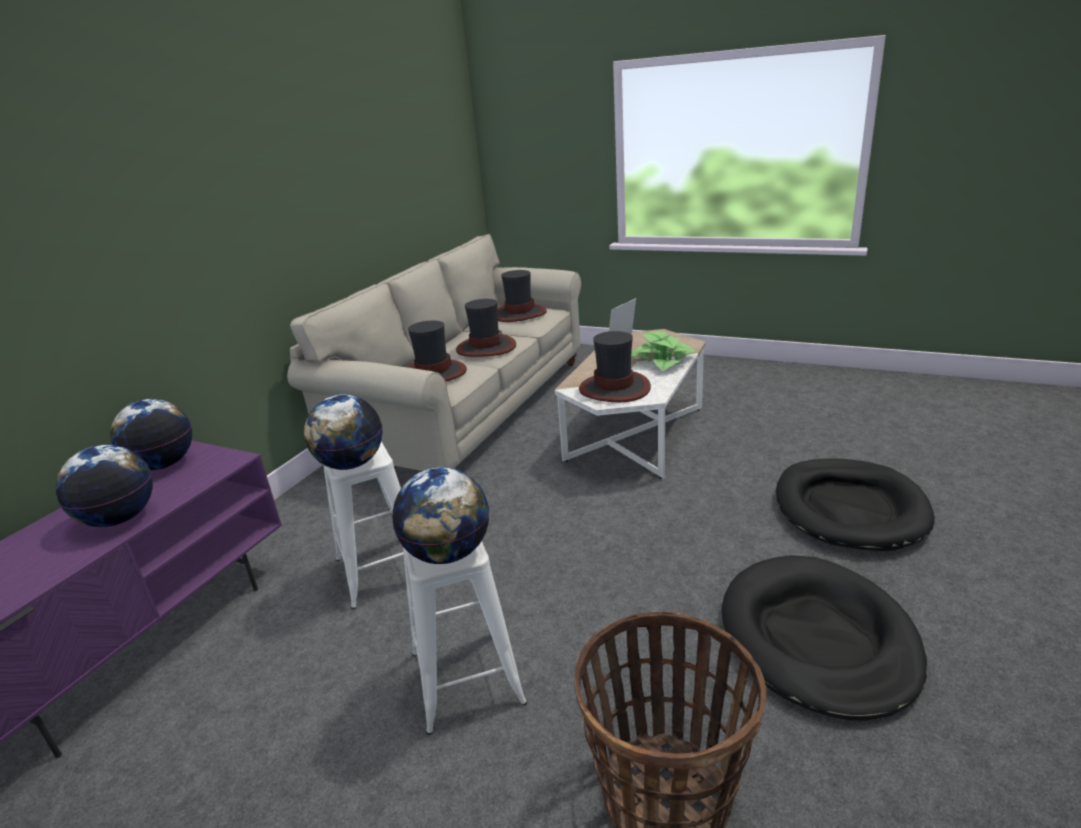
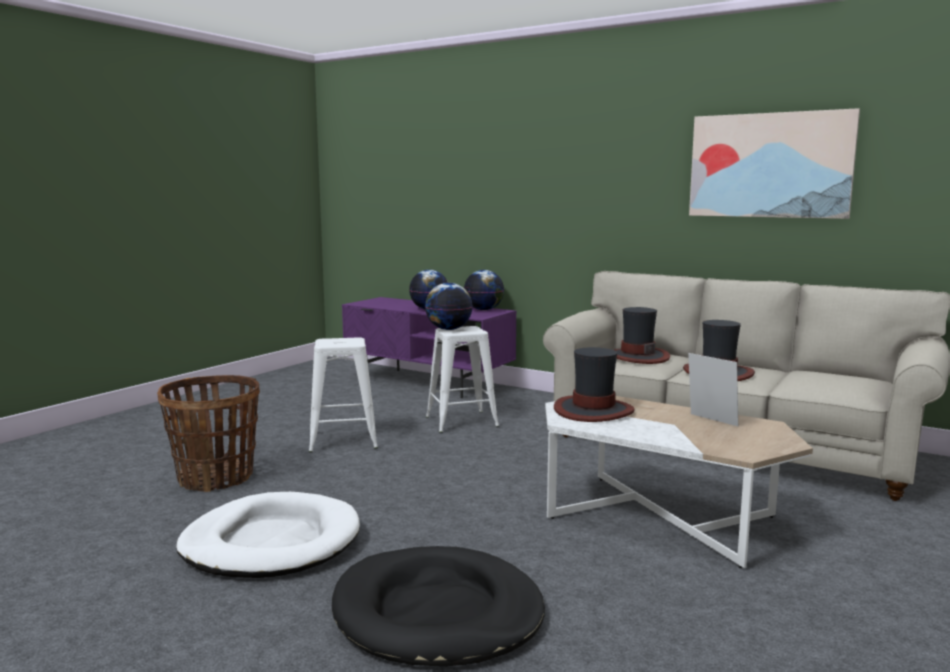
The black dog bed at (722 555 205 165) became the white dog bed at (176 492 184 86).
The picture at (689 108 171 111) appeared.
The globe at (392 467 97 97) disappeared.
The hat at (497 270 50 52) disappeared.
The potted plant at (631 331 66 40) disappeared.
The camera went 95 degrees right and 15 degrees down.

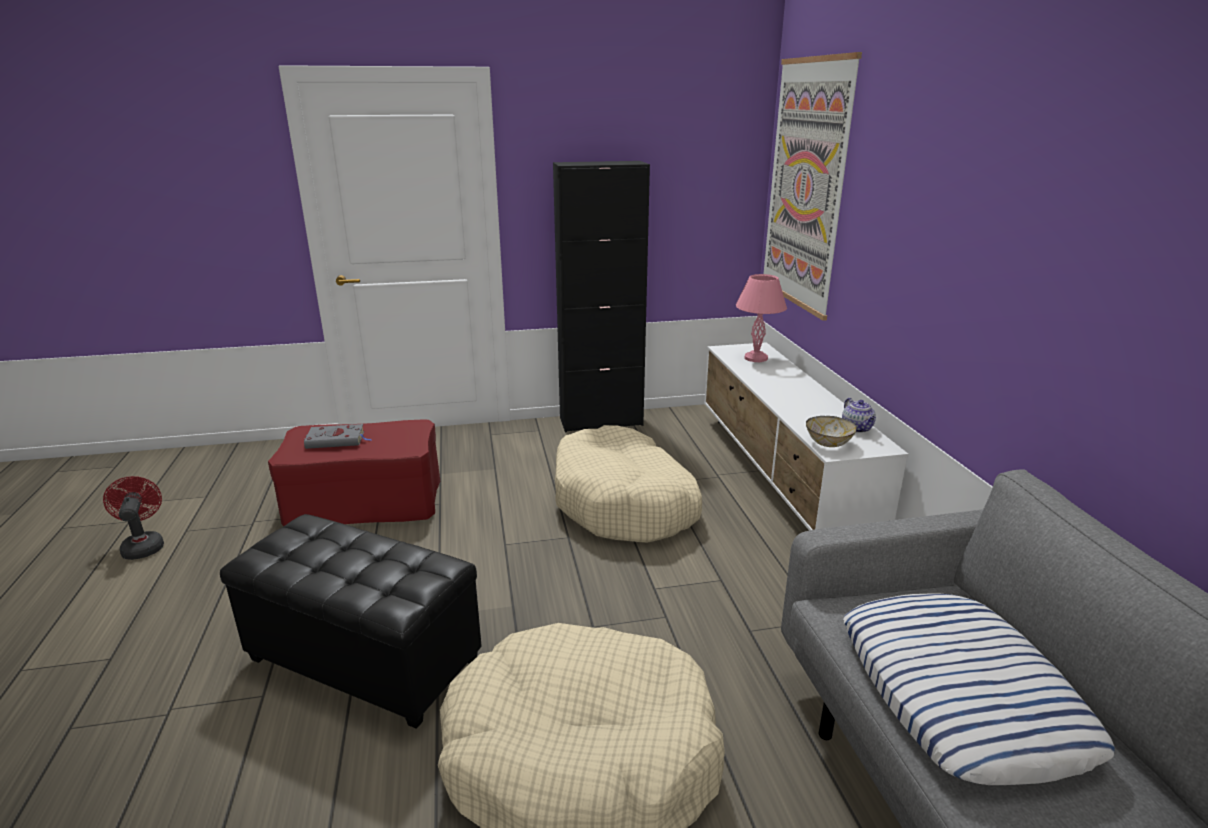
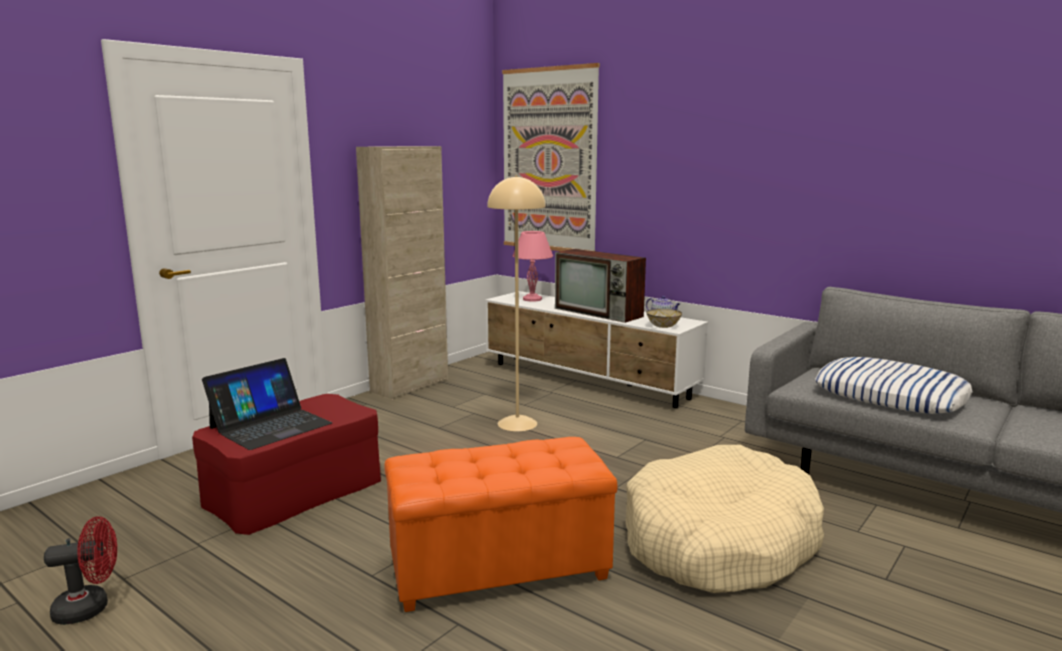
The red fan at (103 476 61 84) turned 135 degrees clockwise.
The grey book at (304 424 67 25) was replaced by the laptop at (202 358 130 92).
The black cabinet at (553 161 97 271) became the beige cabinet at (356 146 92 253).
The black ottoman at (220 514 262 215) became the orange ottoman at (384 437 234 175).
The beige dog bed at (555 425 147 118) was replaced by the beige floor lamp at (487 175 59 256).
The television at (555 249 91 74) appeared.
The camera went 40 degrees left and 10 degrees down.

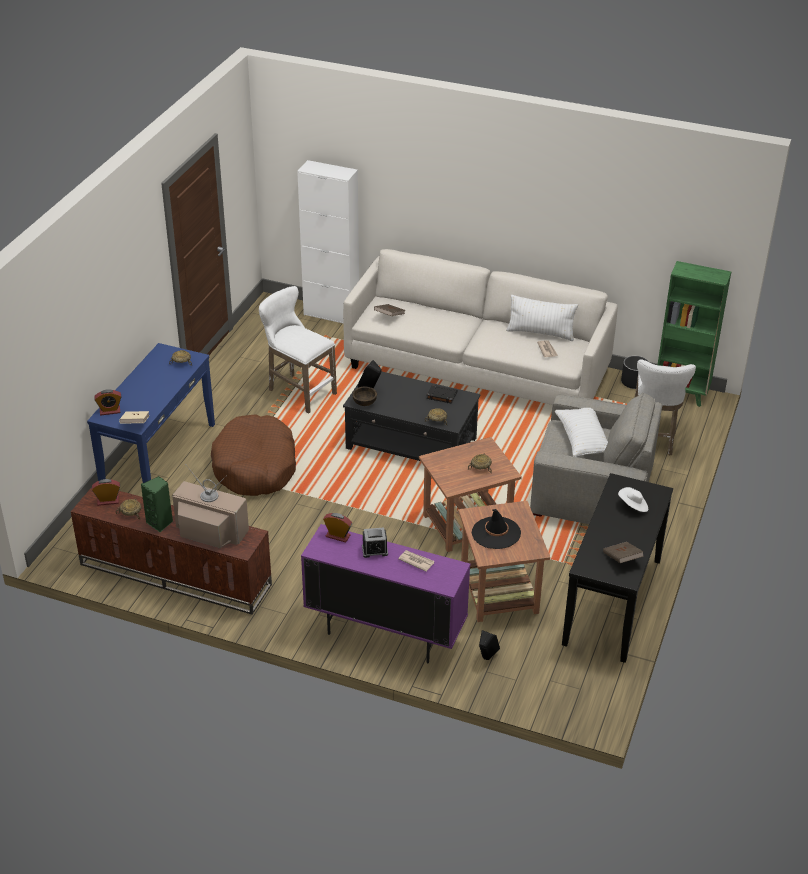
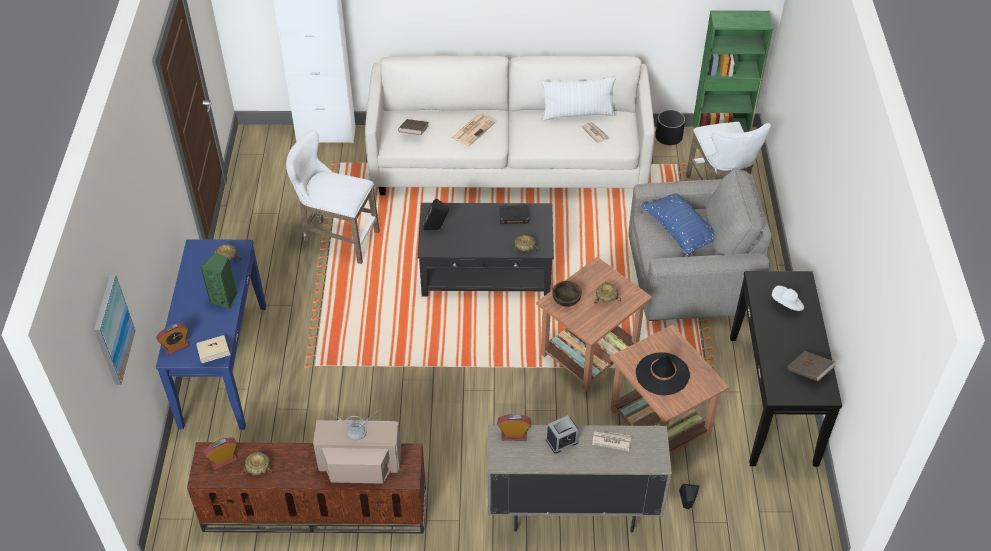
The picture at (94 274 42 111) appeared.
The green speaker moved from (141 476 32 57) to (200 253 37 57).
The newspaper at (452 114 43 32) appeared.
The purple cabinet at (301 524 170 139) became the beige cabinet at (487 425 185 107).
The brown bowl moved from (352 387 25 19) to (552 281 30 26).
The white pillow at (555 408 53 49) became the blue pillow at (641 193 73 64).
The brown dog bed at (211 414 85 82) disappeared.
The camera went 20 degrees left and 10 degrees up.

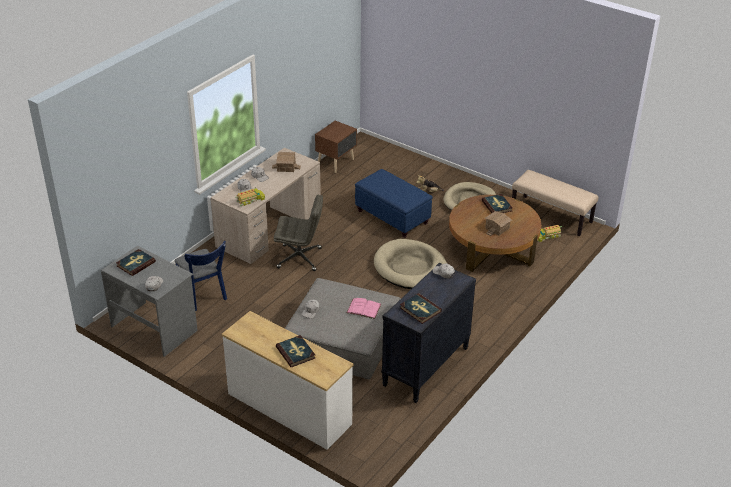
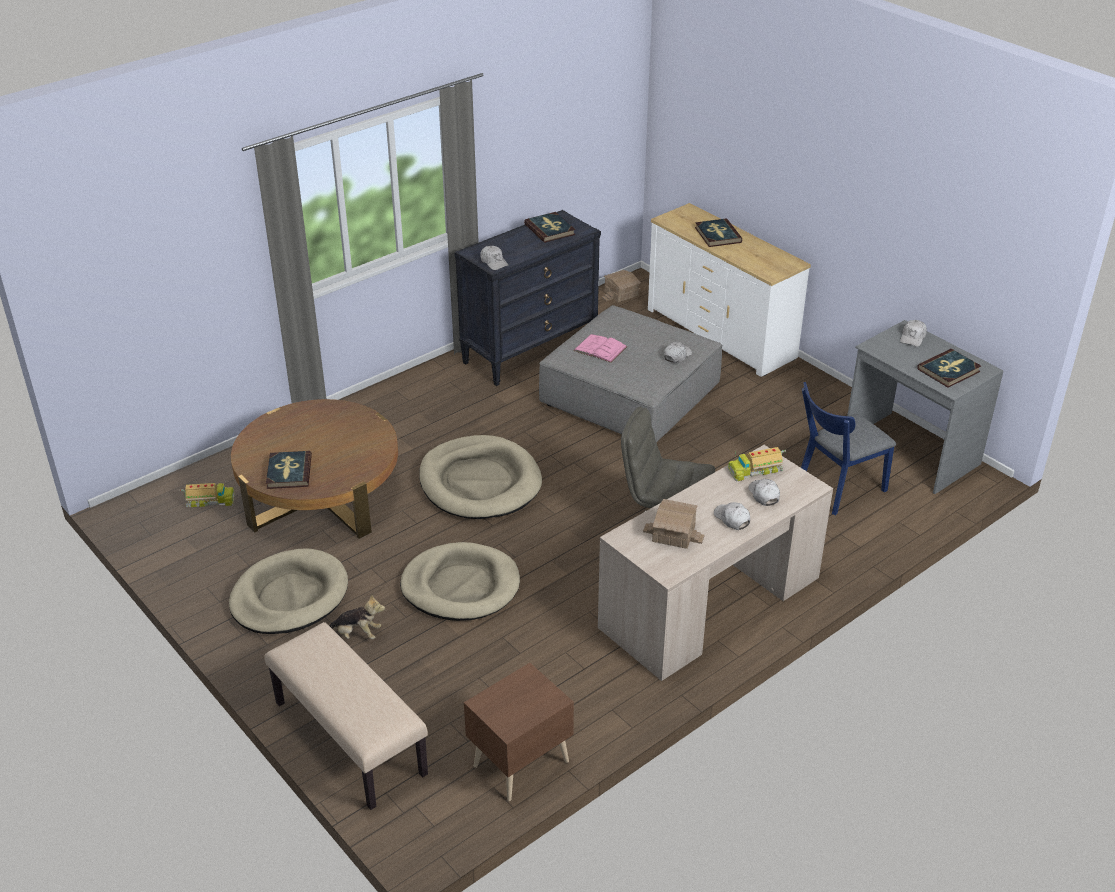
The beige bench moved from (512 170 86 66) to (264 622 164 188).
The blue ottoman at (355 169 78 69) was replaced by the beige dog bed at (400 542 120 79).
The toy house moved from (485 211 27 25) to (602 270 39 32).
The blue chair at (175 241 52 70) turned 105 degrees counterclockwise.
The camera went 165 degrees left and 0 degrees up.

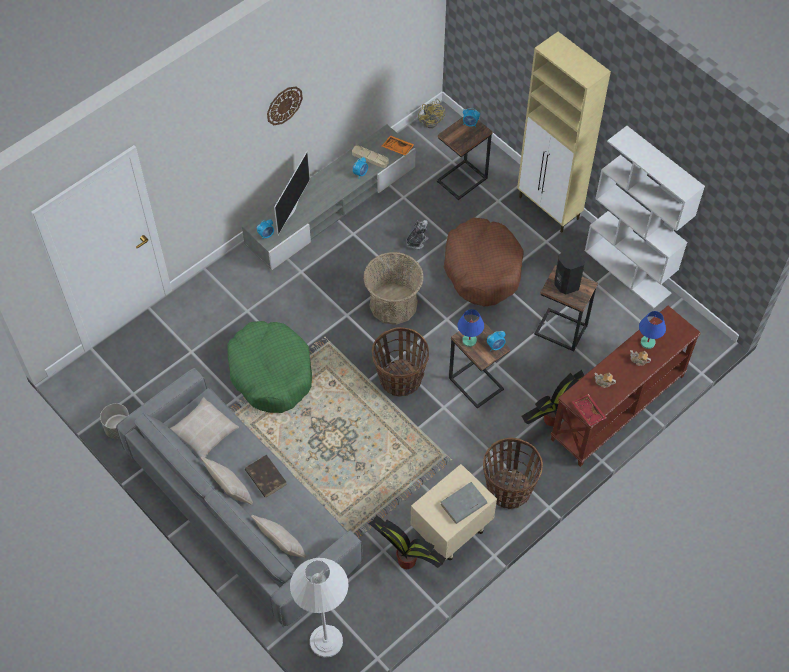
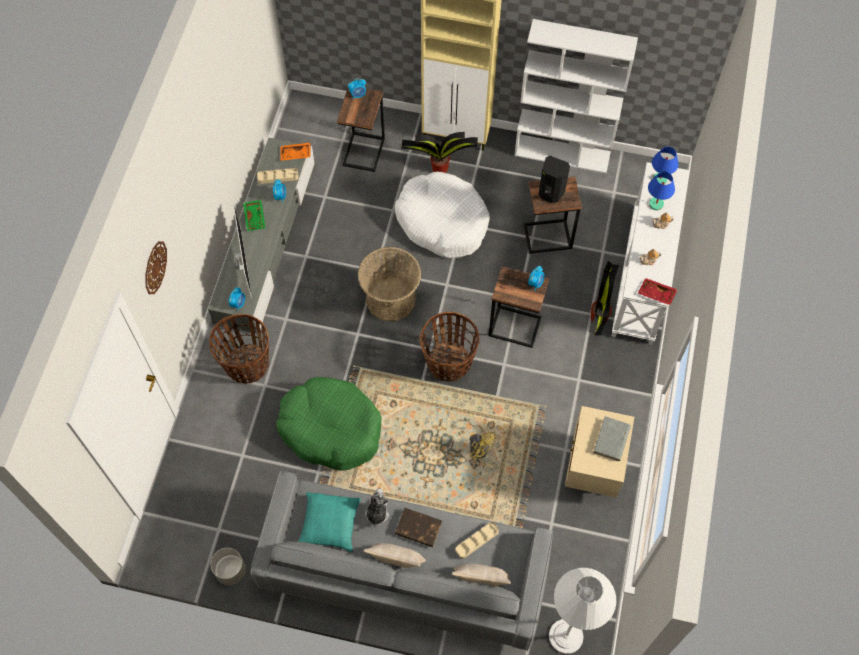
The wall clock moved from (267 86 36 39) to (145 241 22 53).
The basket moved from (483 438 60 71) to (209 314 60 70).
The green tray at (243 200 22 31) appeared.
The beige pillow at (170 397 69 63) became the turquoise pillow at (298 492 63 60).
The plush toy moved from (406 220 23 29) to (365 488 24 40).
The brown dog bed at (444 217 80 89) became the white dog bed at (395 172 95 86).
The potted plant moved from (368 515 78 54) to (401 132 77 41).
The beige tray at (455 522 44 37) appeared.
The yellow fan moved from (418 98 27 30) to (468 418 28 43).
The brown console table at (551 306 150 161) became the white console table at (611 162 79 183).
The blue table lamp moved from (458 309 26 38) to (652 146 27 39).
The camera went 35 degrees left and 5 degrees up.

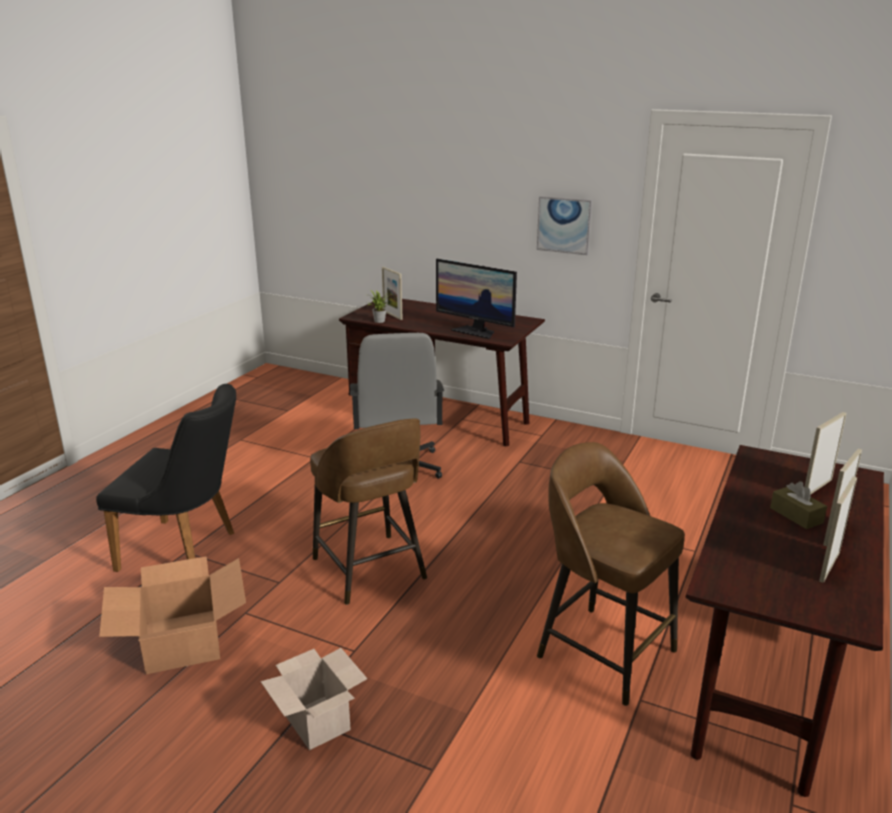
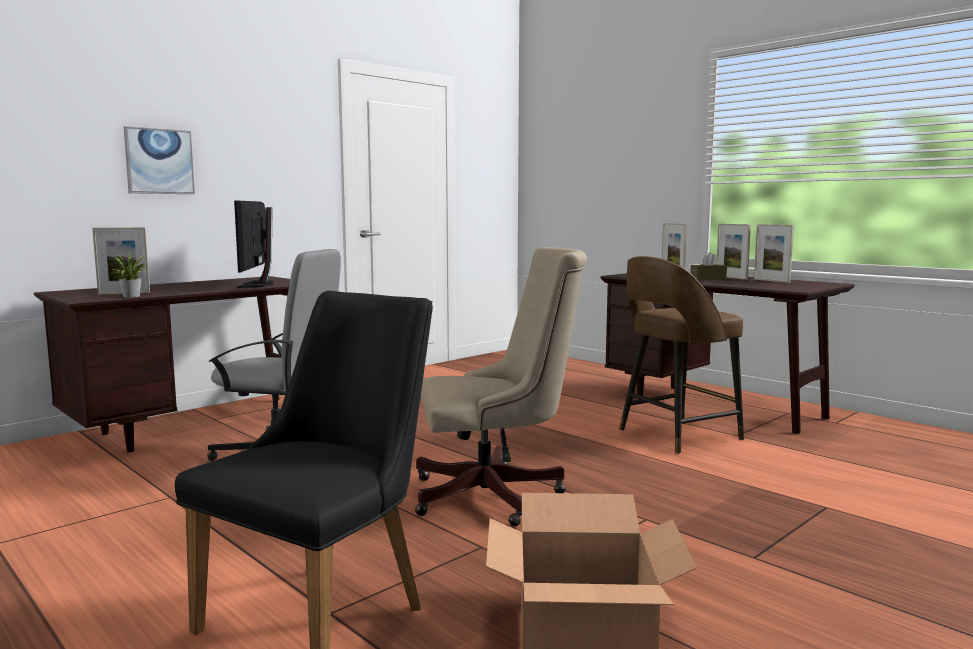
The picture moved from (537 196 55 59) to (124 126 71 68).
The monitor at (436 259 81 80) turned 120 degrees clockwise.
The brown stool at (310 419 117 186) was replaced by the beige office chair at (415 247 172 279).
The cardboard box at (261 648 106 102) disappeared.
The camera went 70 degrees left and 15 degrees down.

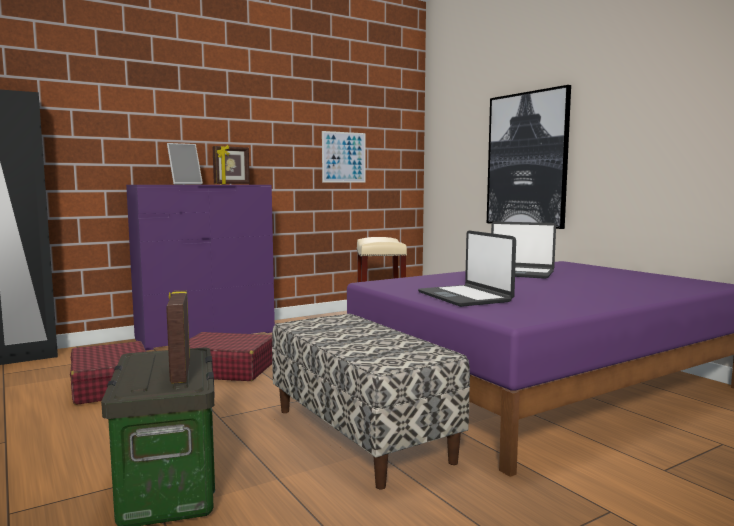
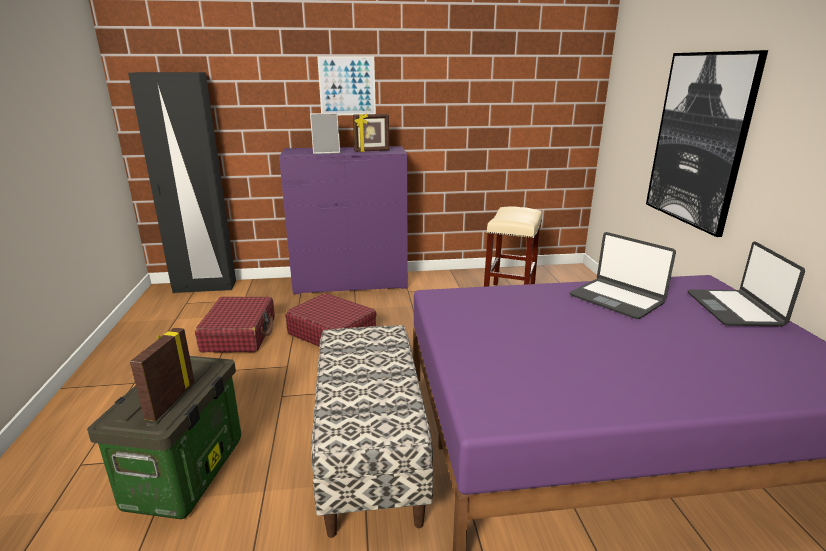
The picture moved from (322 131 43 52) to (317 56 59 59).
The laptop moved from (418 231 98 76) to (687 242 118 84).
The camera went 25 degrees right and 15 degrees up.

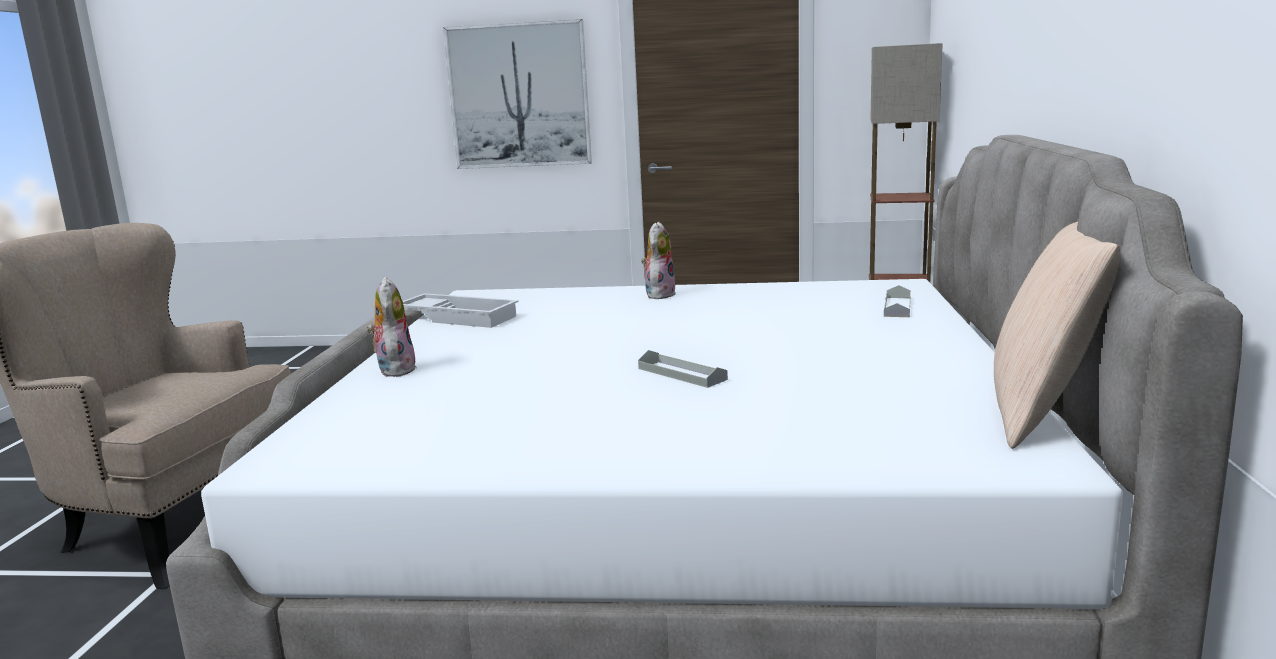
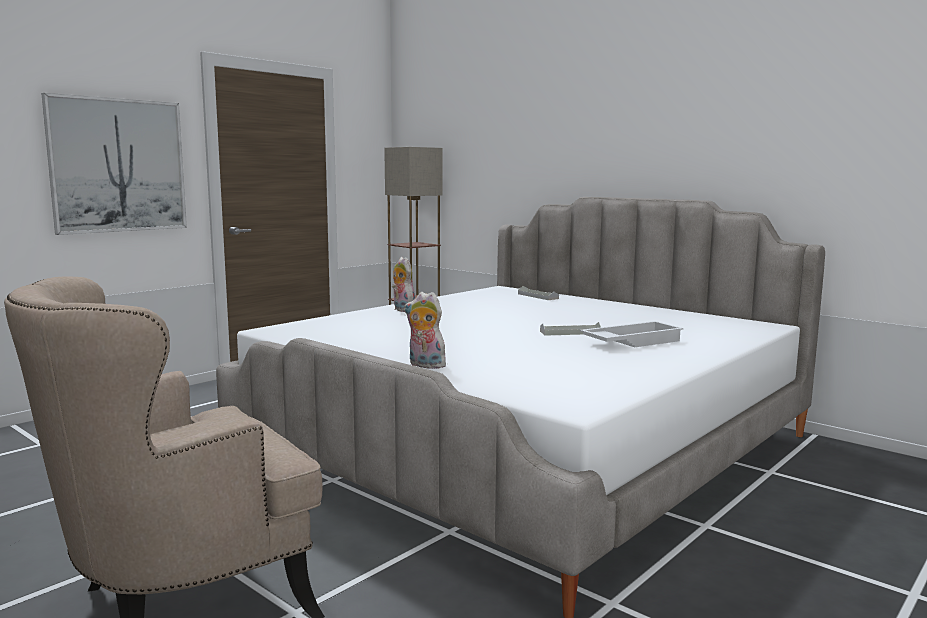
The white tray moved from (403 293 116 35) to (580 321 104 26).
The beige pillow at (994 222 126 227) disappeared.
The camera went 55 degrees left and 5 degrees down.

